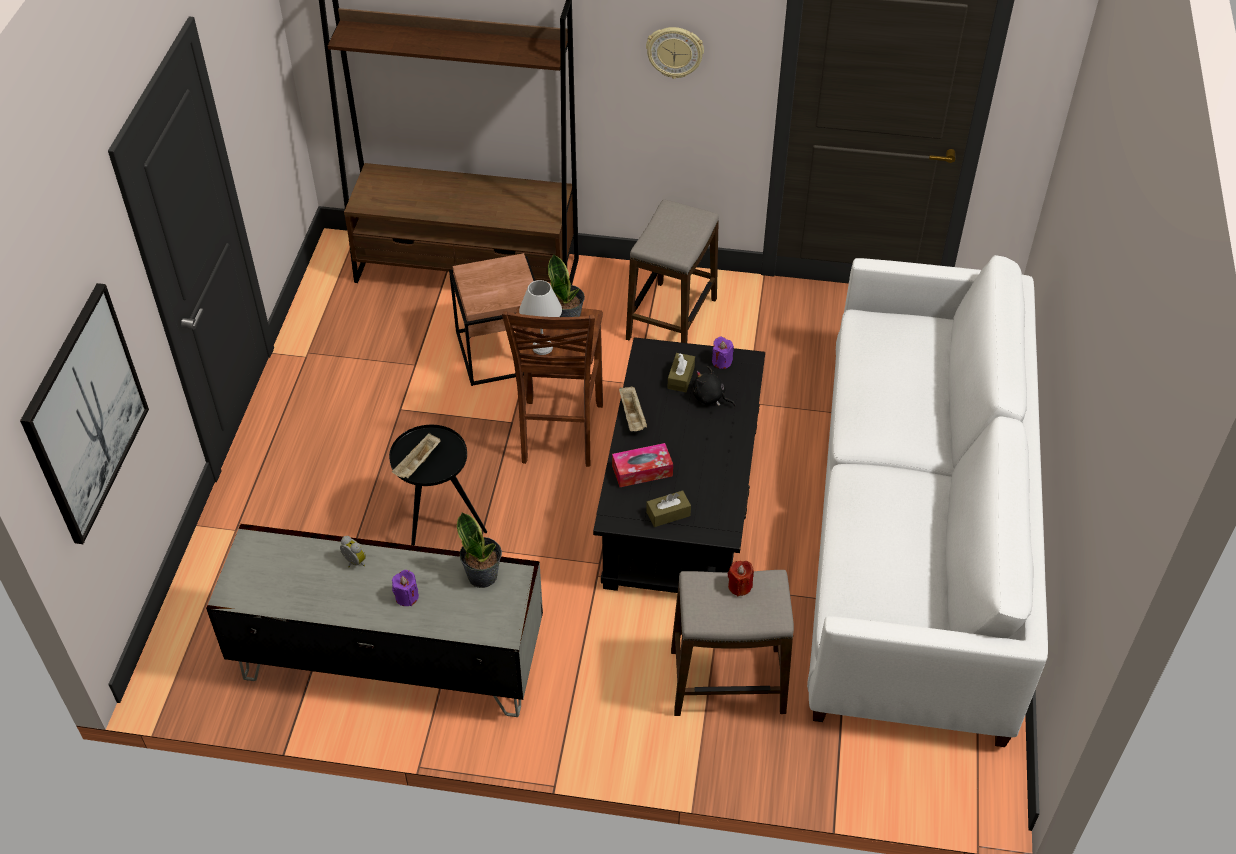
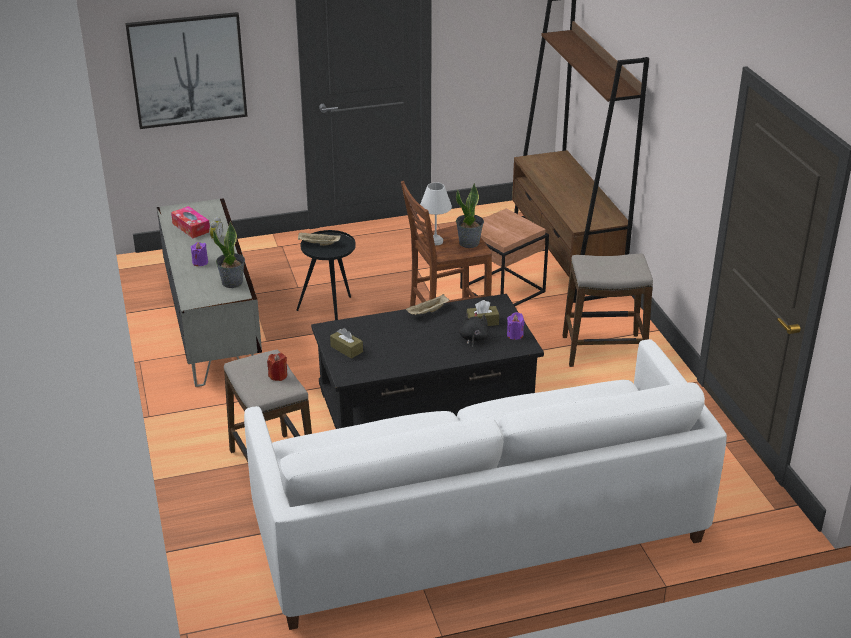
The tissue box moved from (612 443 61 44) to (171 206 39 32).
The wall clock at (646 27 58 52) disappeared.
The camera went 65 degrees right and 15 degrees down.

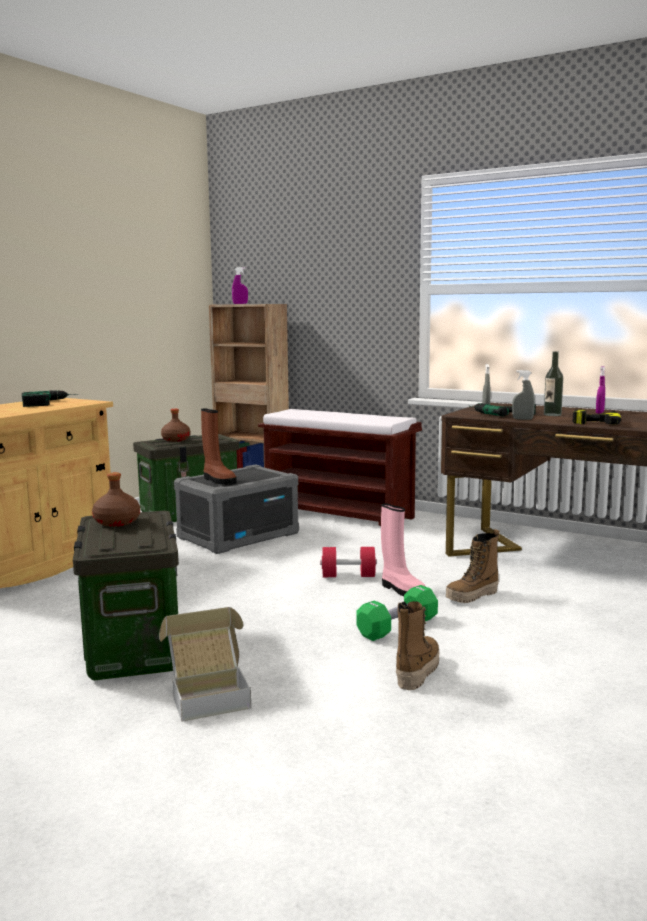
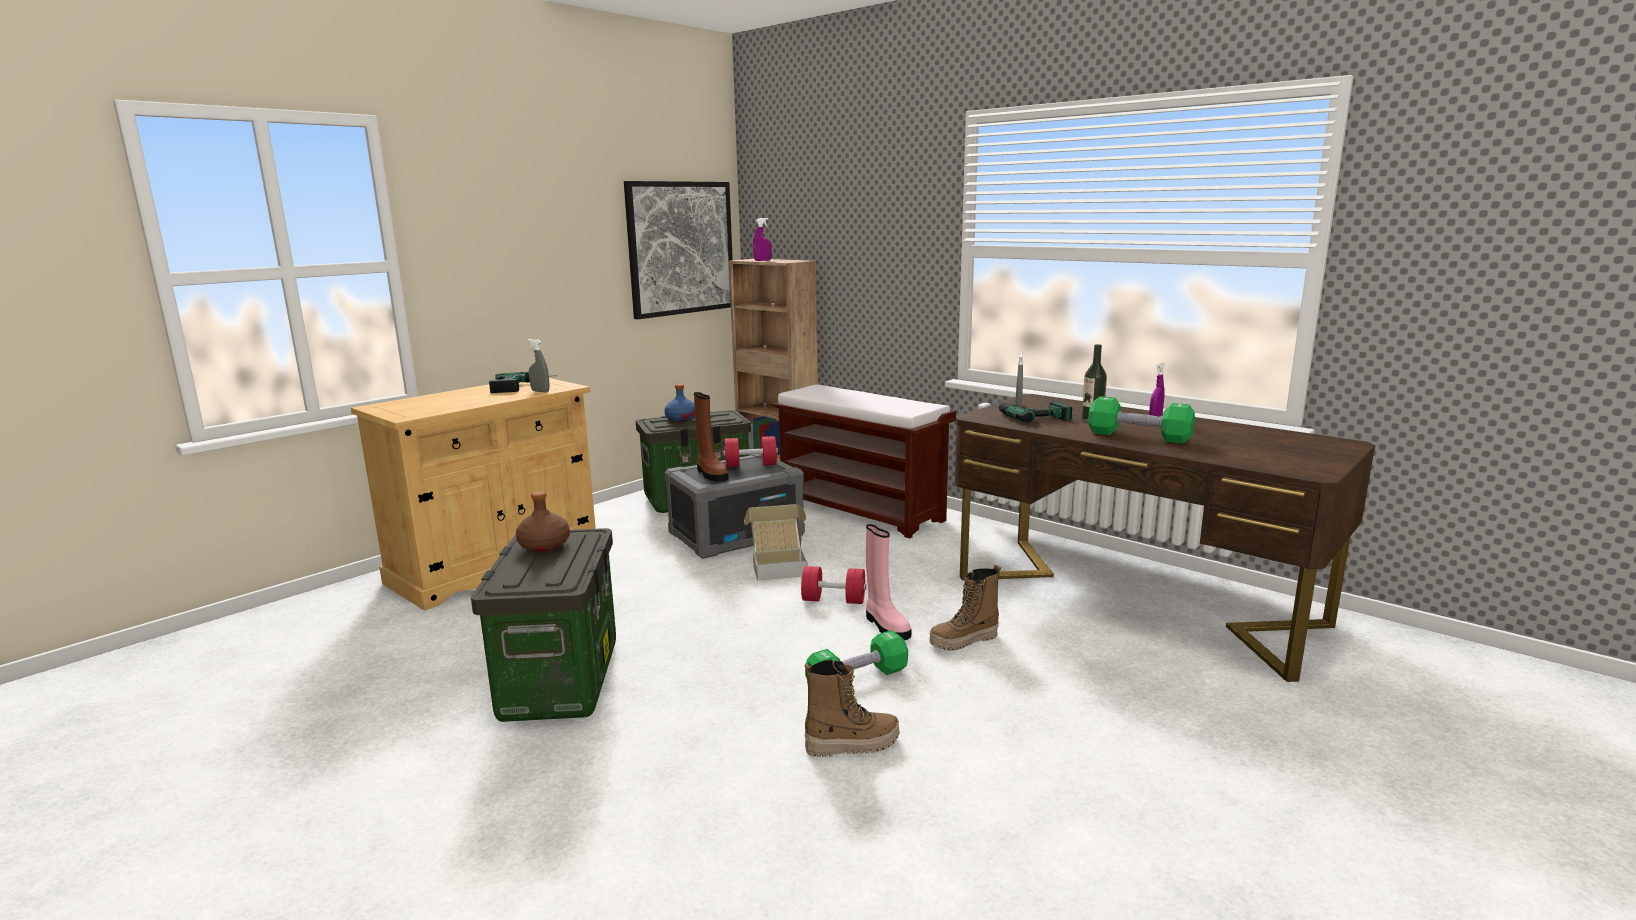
The grey spray bottle moved from (512 370 23 50) to (528 339 22 53).
The picture at (624 181 109 138) appeared.
The brown bottle at (161 409 29 33) became the blue bottle at (664 384 31 38).
The red dumbbell at (723 436 55 32) appeared.
The cardboard box moved from (159 607 92 115) to (744 504 63 77).
The boot at (396 601 43 89) turned 45 degrees clockwise.
The power drill at (573 410 48 15) was replaced by the green dumbbell at (1088 396 107 48).
The camera went 10 degrees right and 5 degrees up.

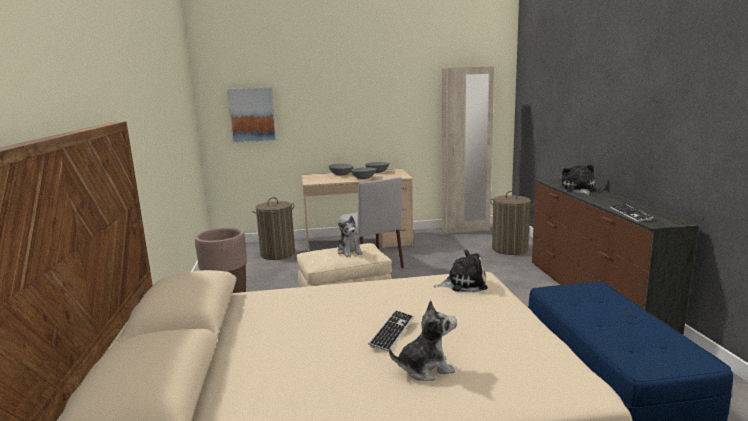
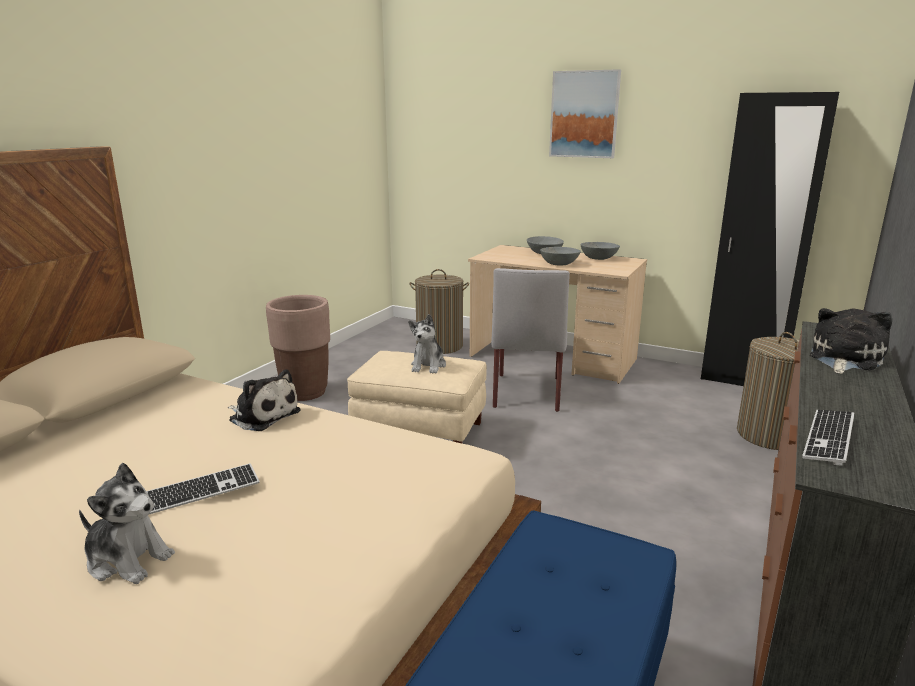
The plush toy moved from (434 250 54 42) to (228 369 73 62).
The picture moved from (227 87 50 57) to (549 69 72 89).
The beige wardrobe at (442 66 52 168) became the black wardrobe at (701 92 138 294).
The camera went 35 degrees right and 5 degrees up.

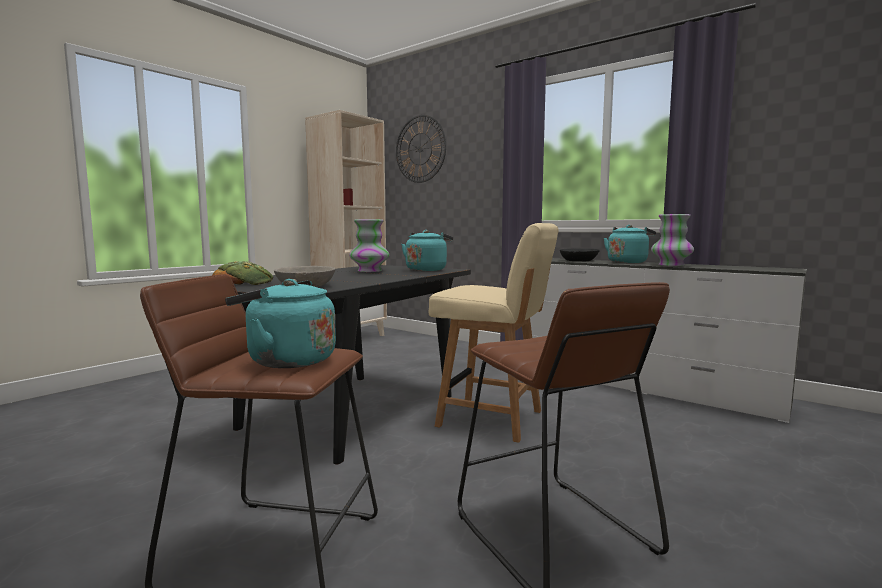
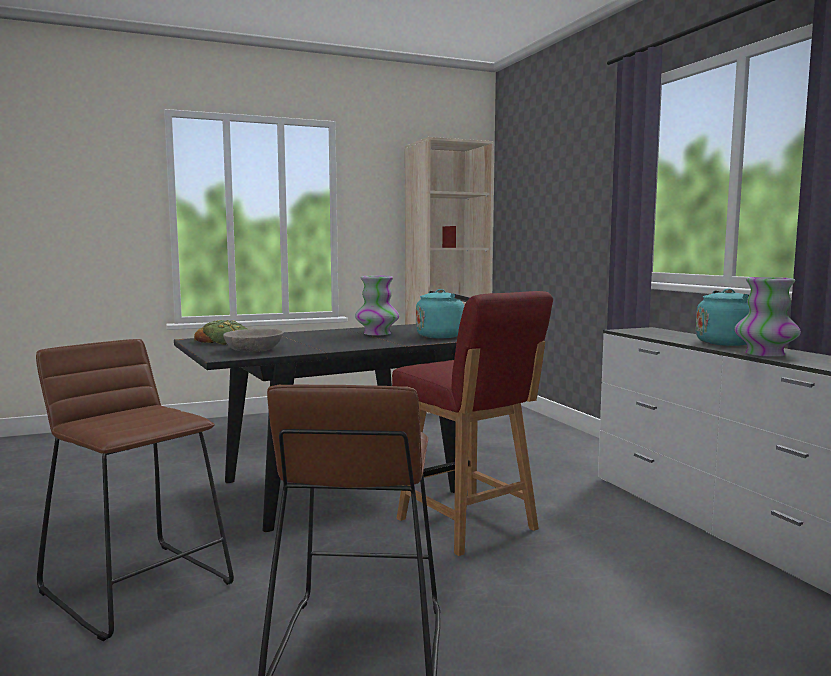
The beige chair at (429 223 129 220) became the red chair at (392 291 161 265).
The turquoise kettle at (225 279 111 89) disappeared.
The wall clock at (396 115 50 68) disappeared.
The black bowl at (560 248 40 13) disappeared.
The camera went 30 degrees right and 0 degrees up.

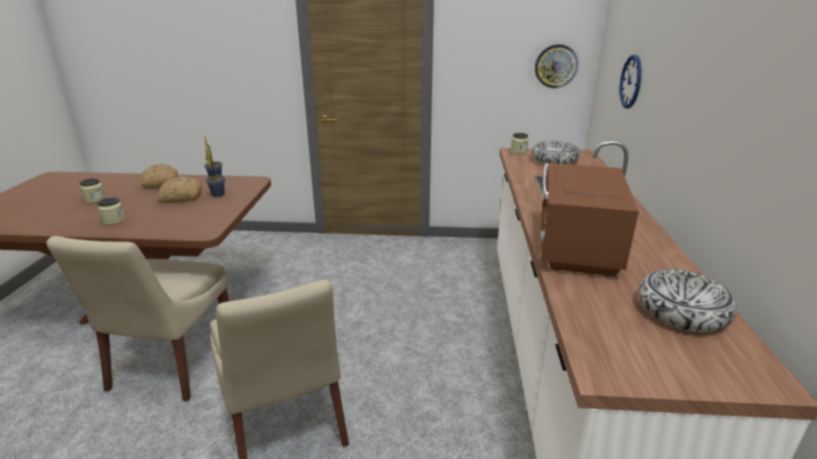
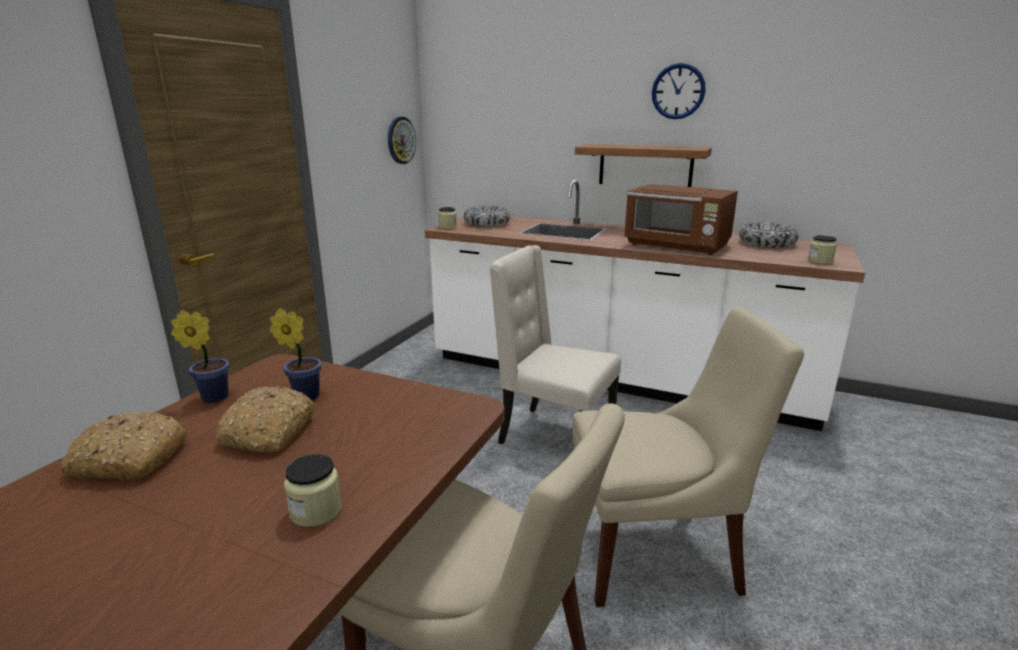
The beige chair at (490 245 131 199) appeared.
The shelf at (575 144 137 43) appeared.
The wall clock moved from (619 55 23 53) to (652 63 54 56).
The jar moved from (80 178 25 25) to (808 235 29 29).
The camera went 70 degrees left and 5 degrees down.

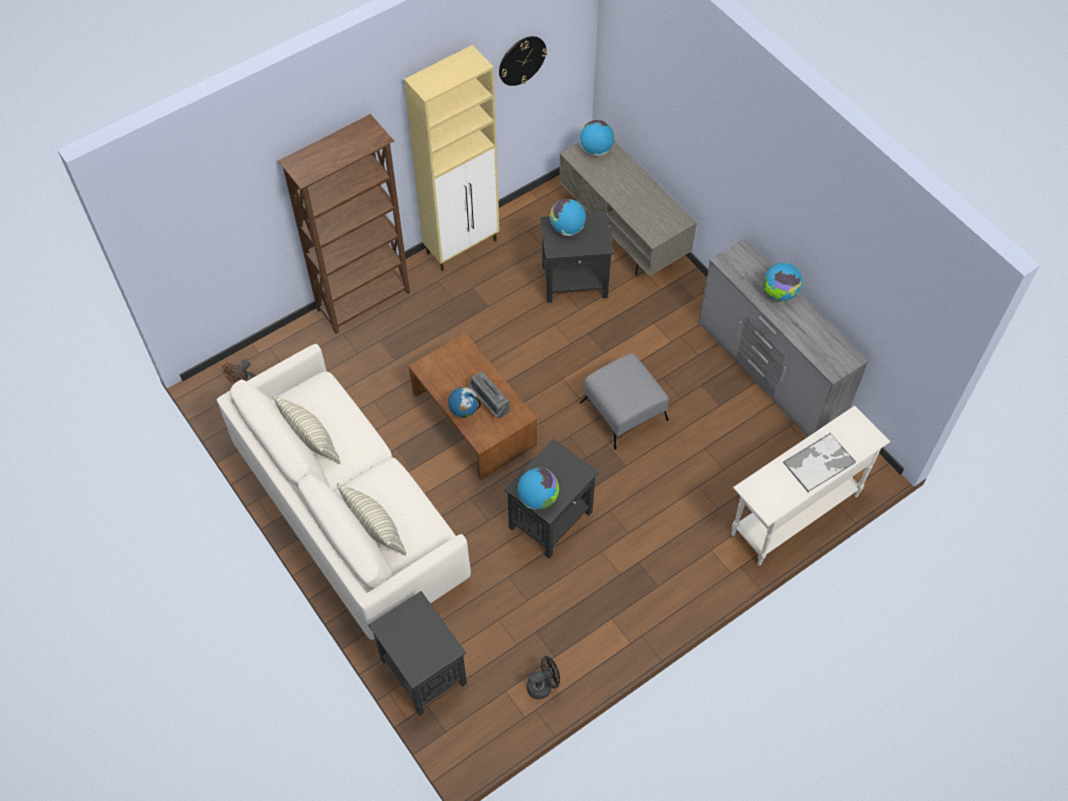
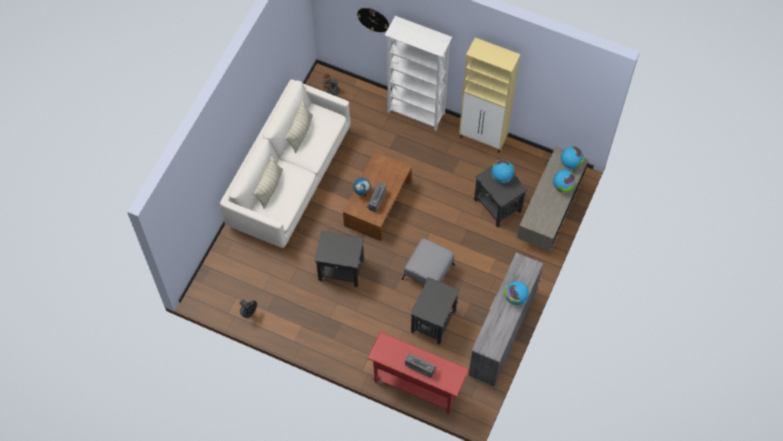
The wall clock moved from (499 36 48 50) to (357 8 32 24).
The white console table at (731 406 159 160) became the red console table at (367 332 102 82).
The brown bookcase at (278 114 132 220) became the white bookcase at (385 16 67 115).
The tray at (783 433 73 60) was replaced by the radio at (405 353 32 25).
The black side table moved from (368 591 99 125) to (410 277 50 68).
The globe moved from (518 467 41 43) to (553 170 23 22).
The camera went 60 degrees right and 5 degrees up.

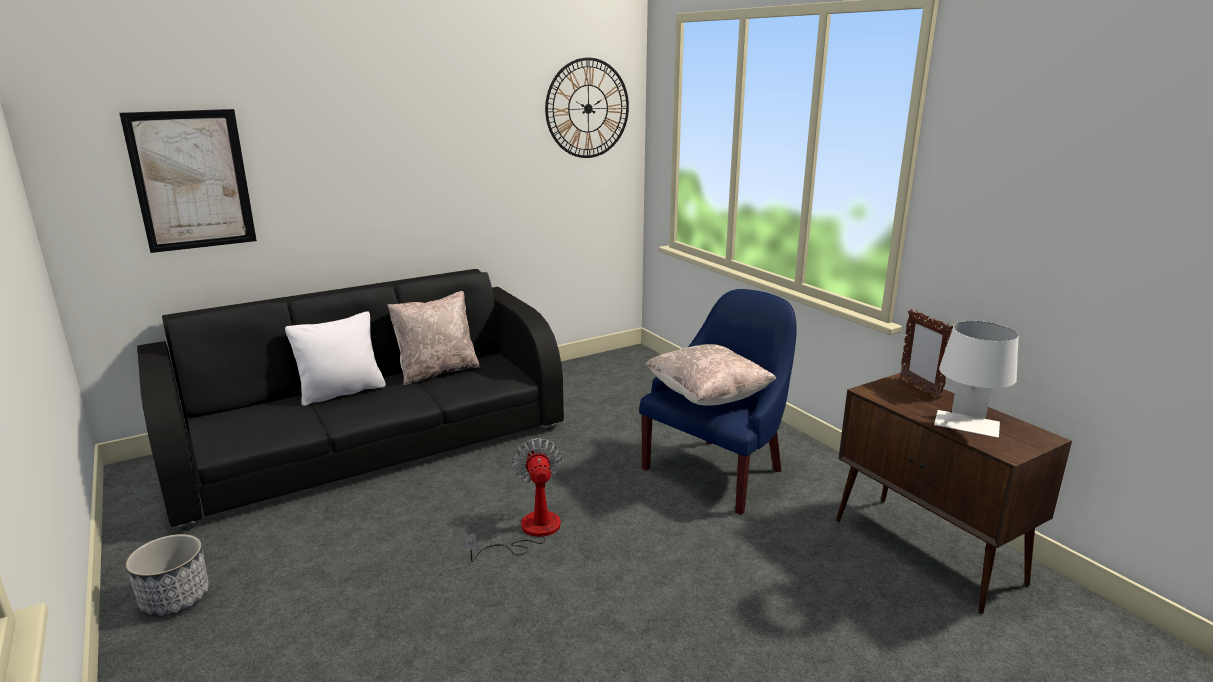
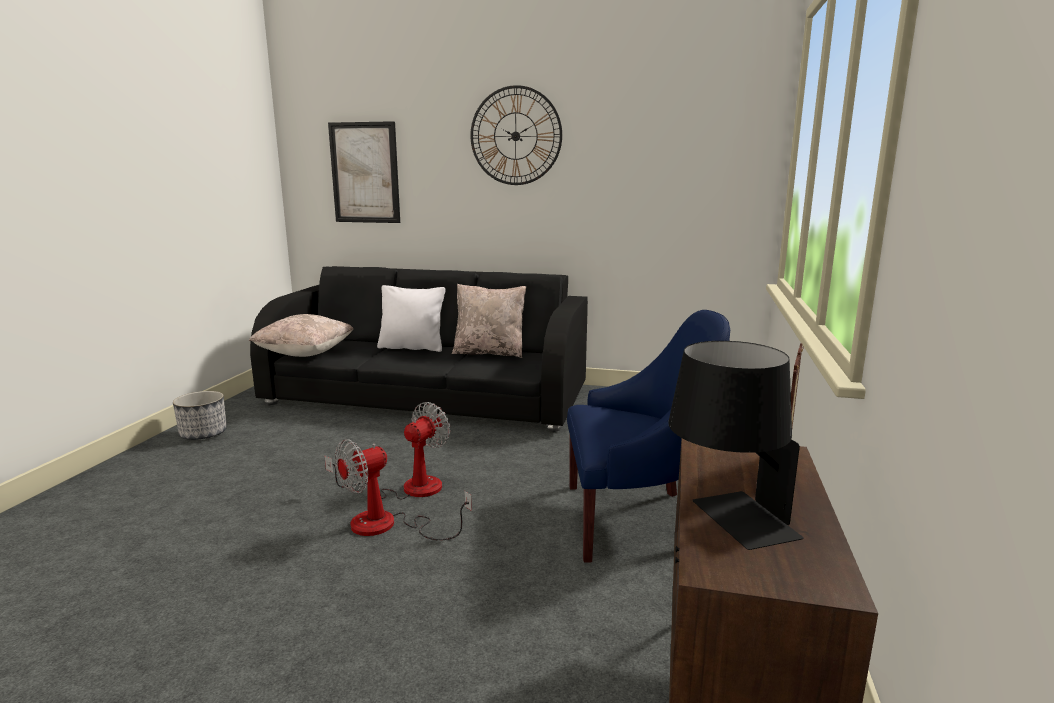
The beige pillow moved from (645 344 131 62) to (249 314 104 43).
The fan at (335 439 137 101) appeared.
The wall clock moved from (545 57 84 101) to (470 85 92 100).
The white table lamp at (934 321 85 117) became the black table lamp at (668 341 136 209).
The camera went 45 degrees right and 5 degrees down.

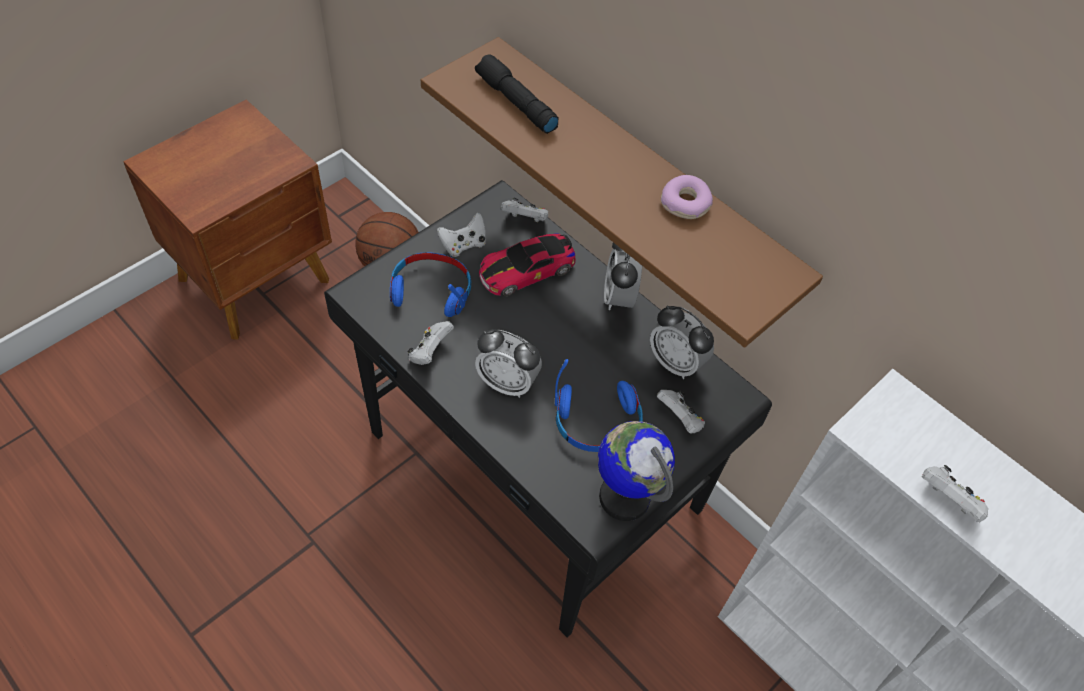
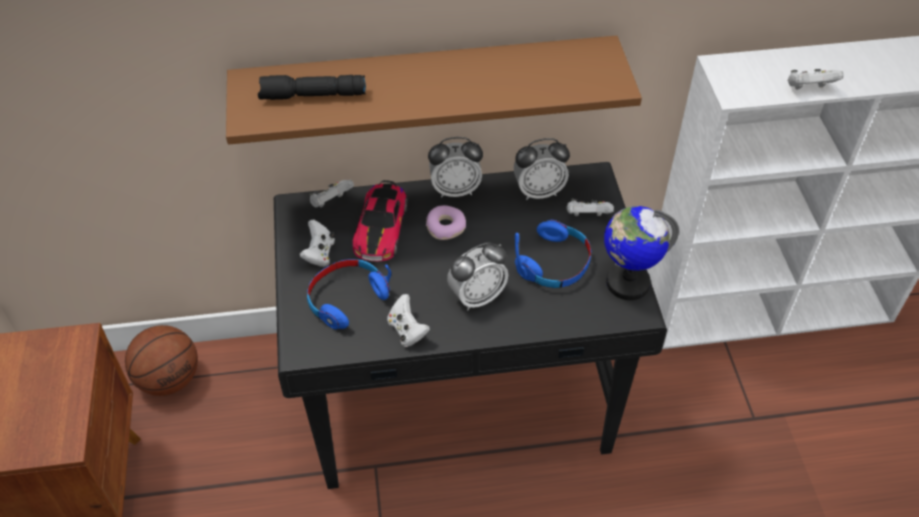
The donut moved from (661 175 52 44) to (426 205 40 35).
The alarm clock at (604 243 38 67) turned 45 degrees counterclockwise.
The camera went 50 degrees left and 5 degrees down.

